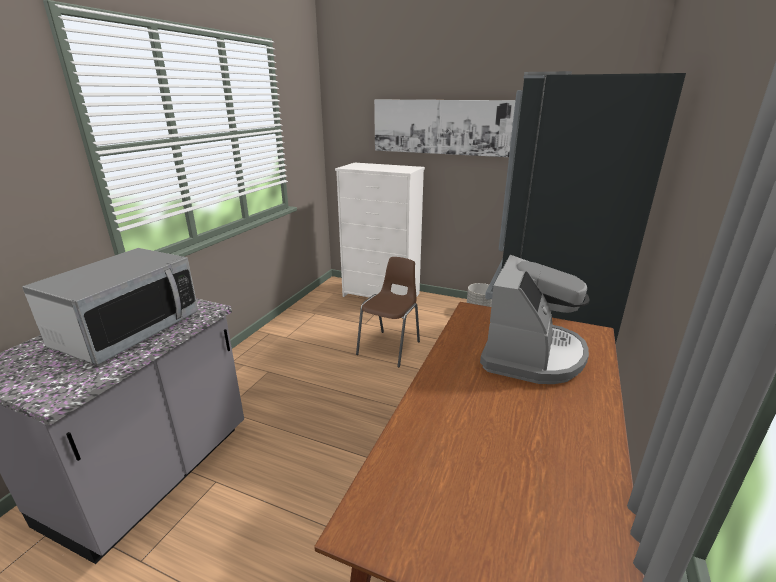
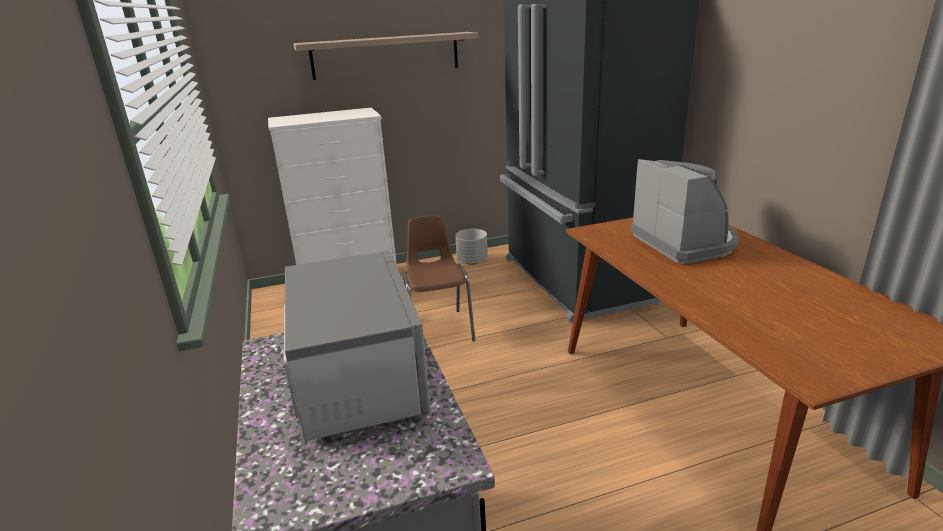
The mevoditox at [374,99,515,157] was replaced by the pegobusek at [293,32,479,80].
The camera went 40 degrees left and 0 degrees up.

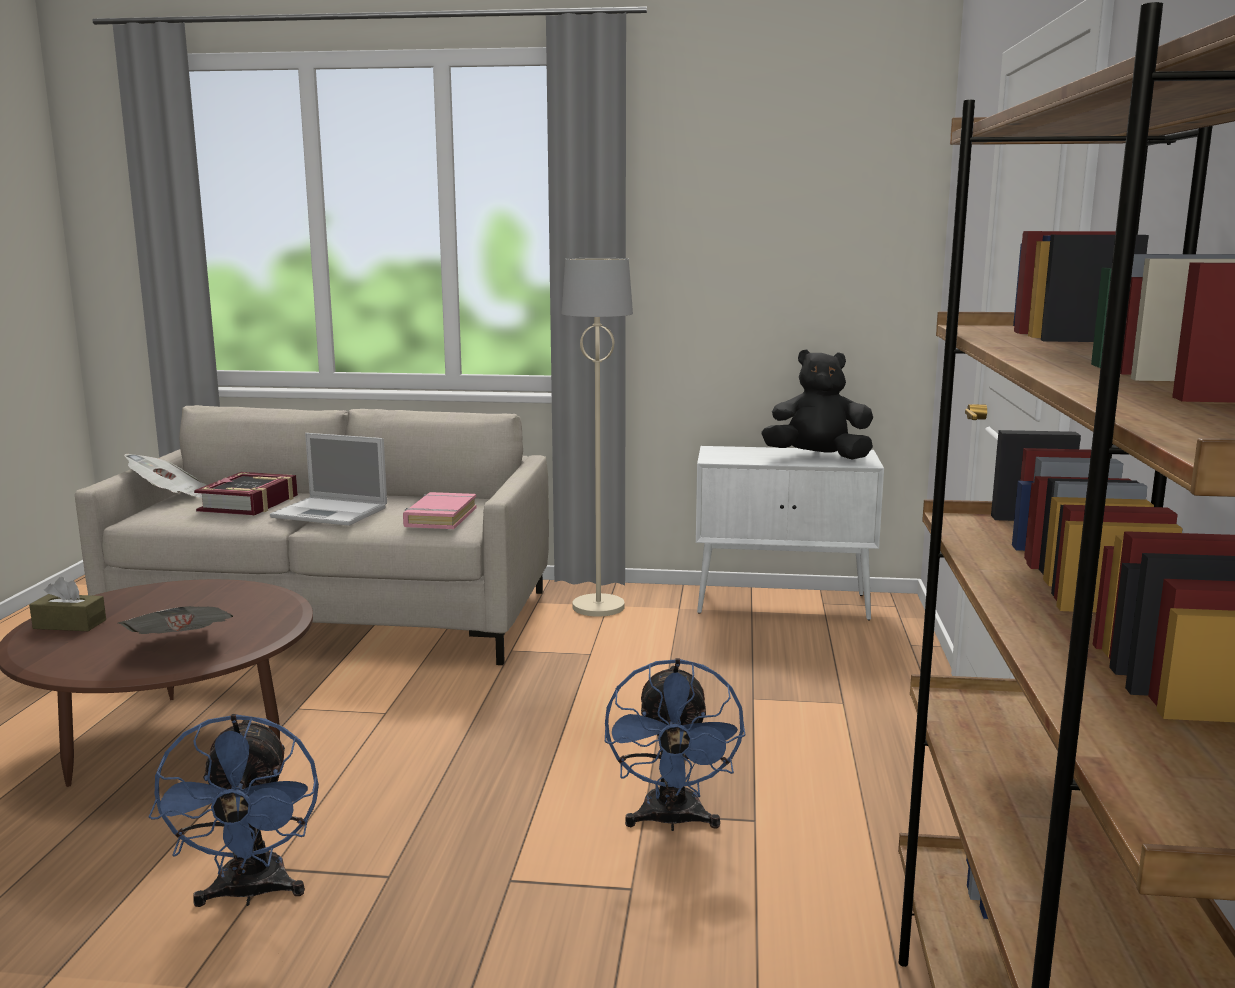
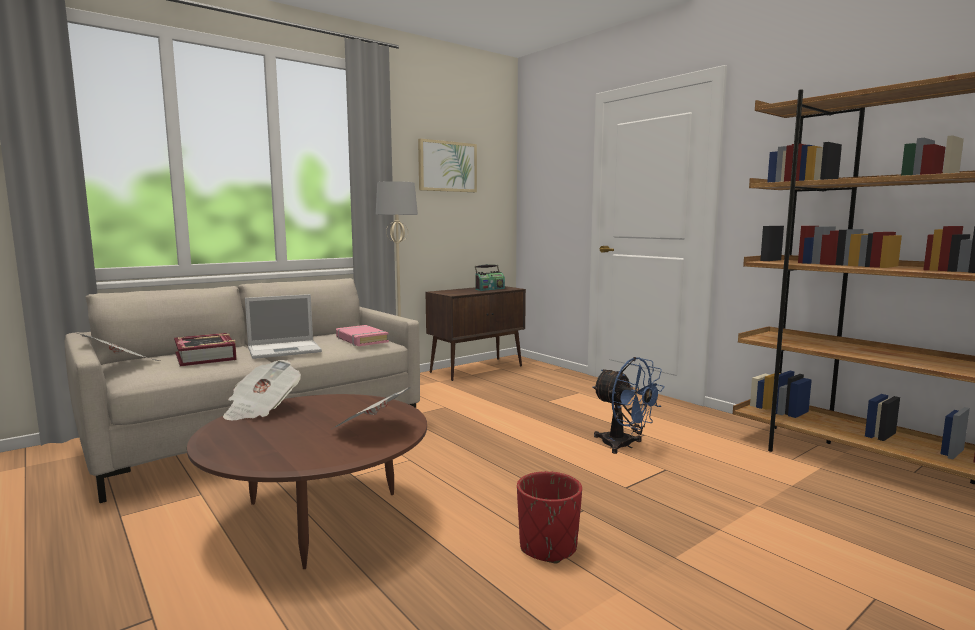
The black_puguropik at [761,349,873,459] was replaced by the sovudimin at [475,264,505,291].
The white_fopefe at [696,446,884,620] became the brown_fopefe at [425,286,526,381].
The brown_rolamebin at [29,577,106,631] disappeared.
The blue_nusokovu at [149,714,319,907] was replaced by the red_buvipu at [517,471,582,563].
The mevoditox at [418,138,477,192] appeared.
The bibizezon at [223,360,301,420] appeared.
The camera went 45 degrees left and 5 degrees down.

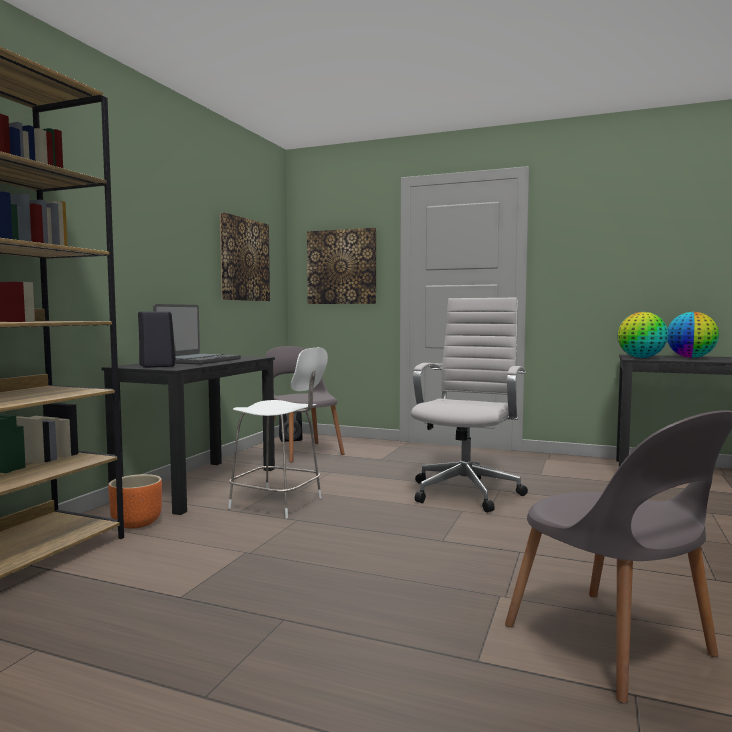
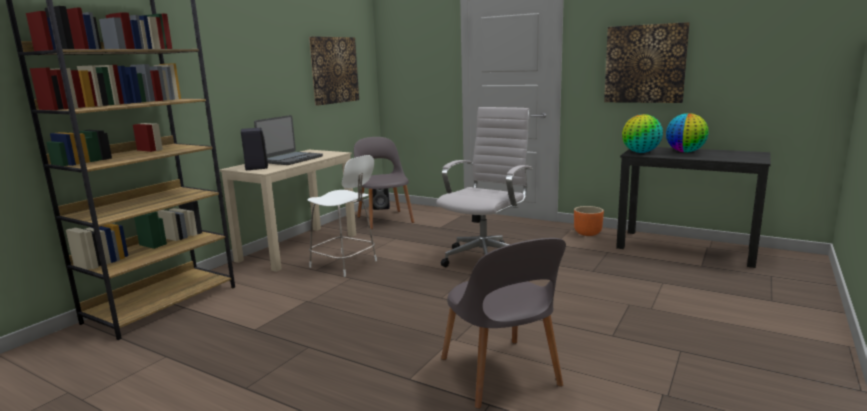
The mevoditox moved from [307,228,376,304] to [604,22,690,103].
The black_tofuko at [102,356,275,515] became the beige_tofuko at [220,150,356,272].
The orange_buvipu moved from [108,474,162,529] to [574,206,604,236].
The camera went 10 degrees right and 10 degrees up.

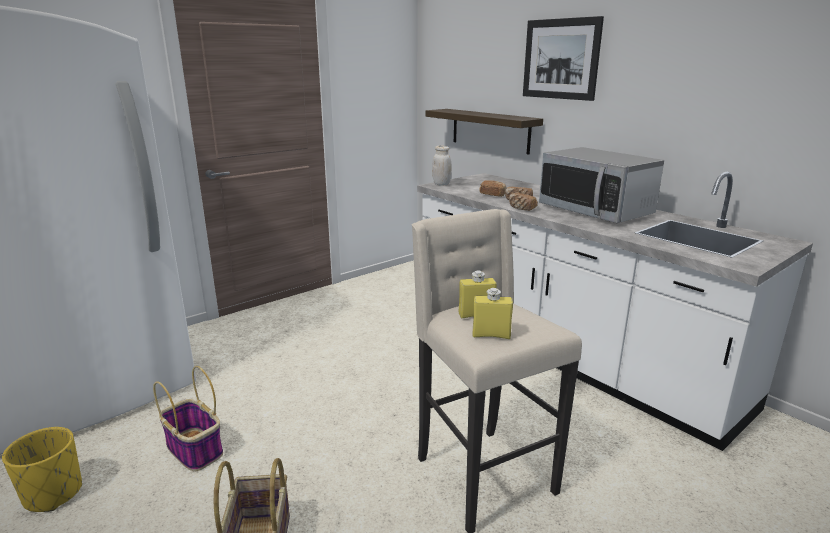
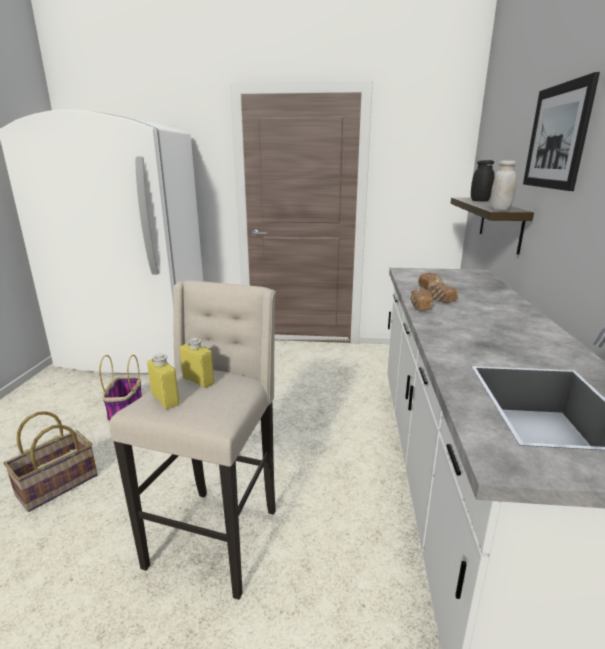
The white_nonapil moved from [432,146,452,185] to [490,160,517,210].
The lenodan at [539,147,664,223] disappeared.
The yellow_buvipu at [2,427,82,512] disappeared.
The black_nonapil at [471,160,495,201] appeared.
The camera went 45 degrees right and 0 degrees up.

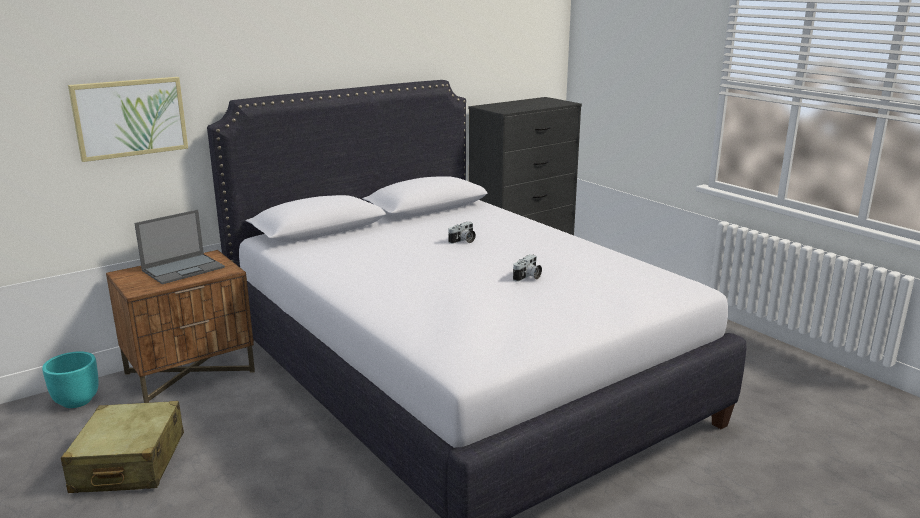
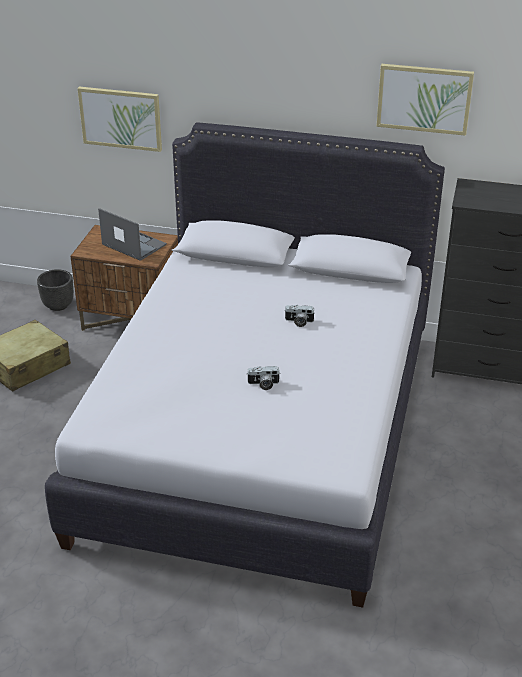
The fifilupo at [134,210,225,284] turned 150 degrees counterclockwise.
The turquoise_buvipu at [42,351,98,408] became the black_buvipu at [37,269,74,311].
The mevoditox at [376,64,474,136] appeared.
The camera went 50 degrees right and 15 degrees up.

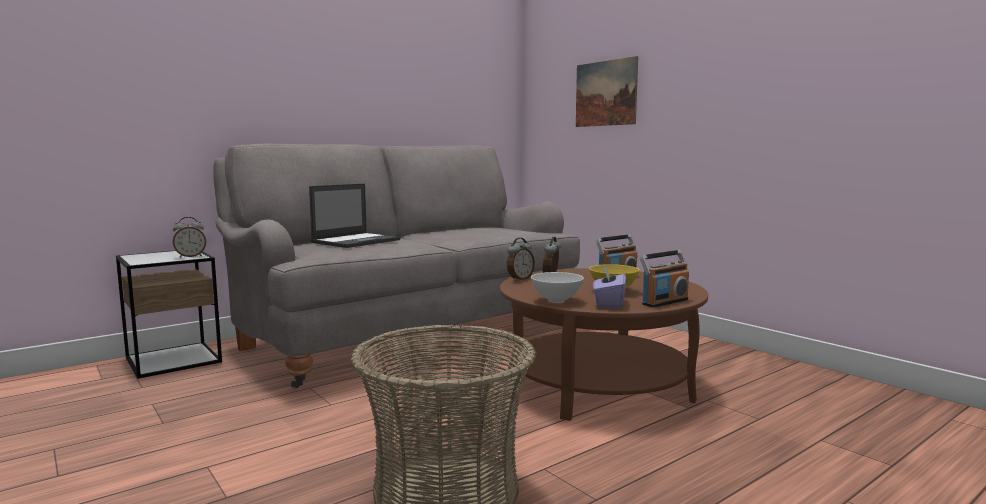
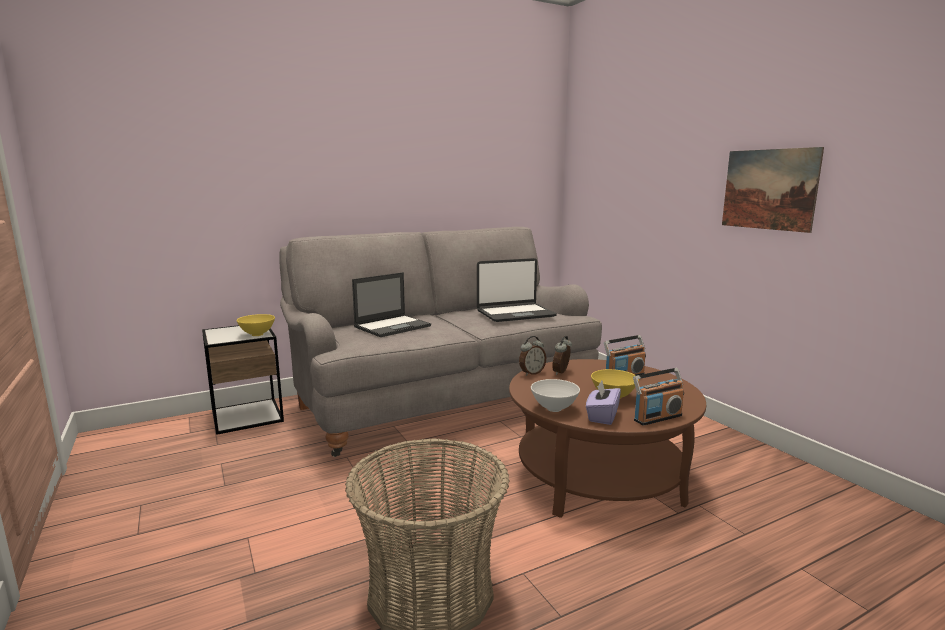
The mevoditox moved from [576,56,638,127] to [722,147,824,233].
The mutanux at [173,217,206,258] was replaced by the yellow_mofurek at [236,314,275,336].
The fifilupo at [477,258,557,322] appeared.
The camera went 10 degrees right and 5 degrees up.

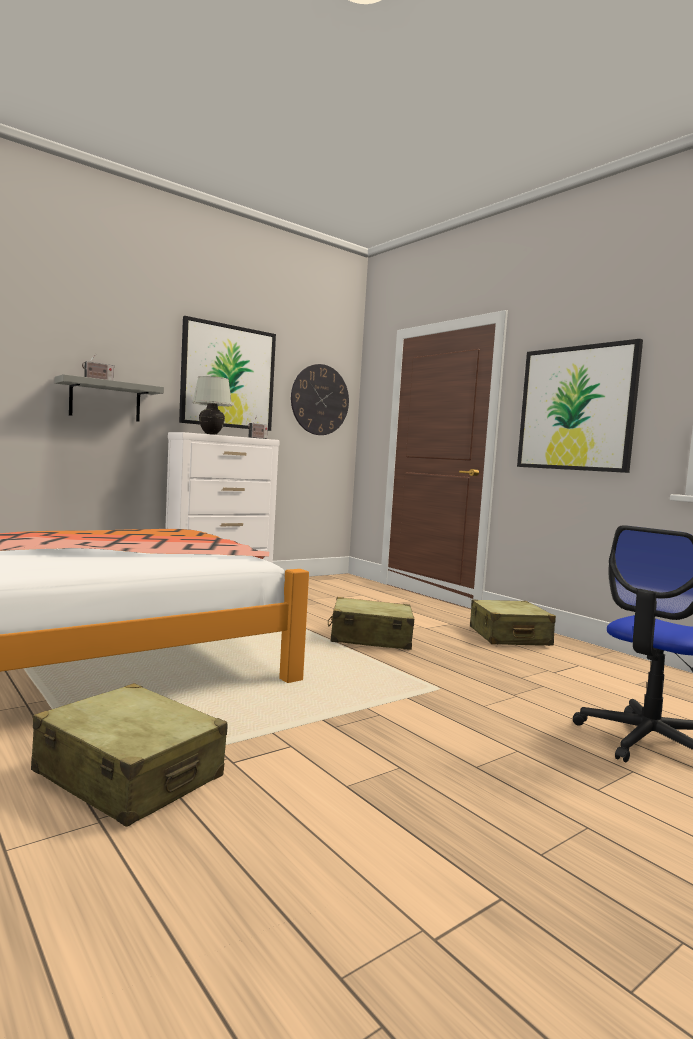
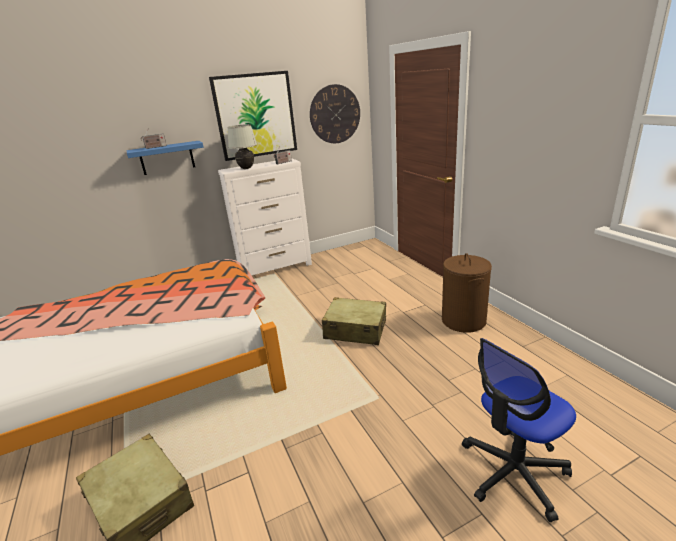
The mevoditox at [517,339,643,473] disappeared.
The grey_pegobusek at [55,374,164,422] became the blue_pegobusek at [127,141,204,175].
The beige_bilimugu at [470,599,556,646] was replaced by the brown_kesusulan at [442,253,492,333].
The camera went 15 degrees right and 20 degrees up.

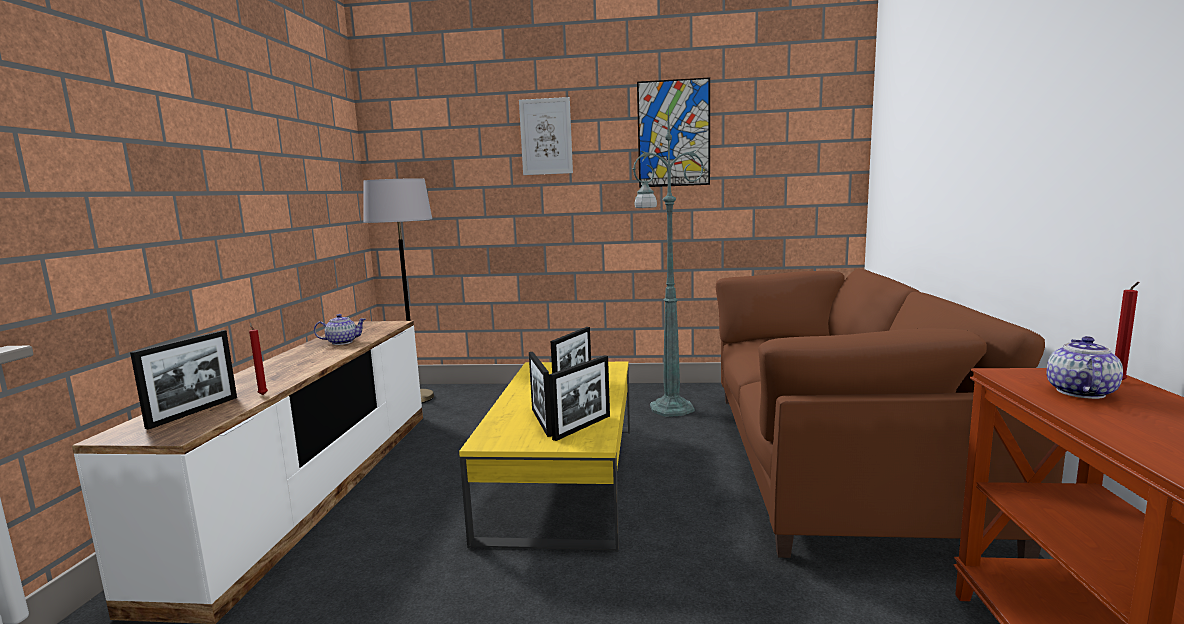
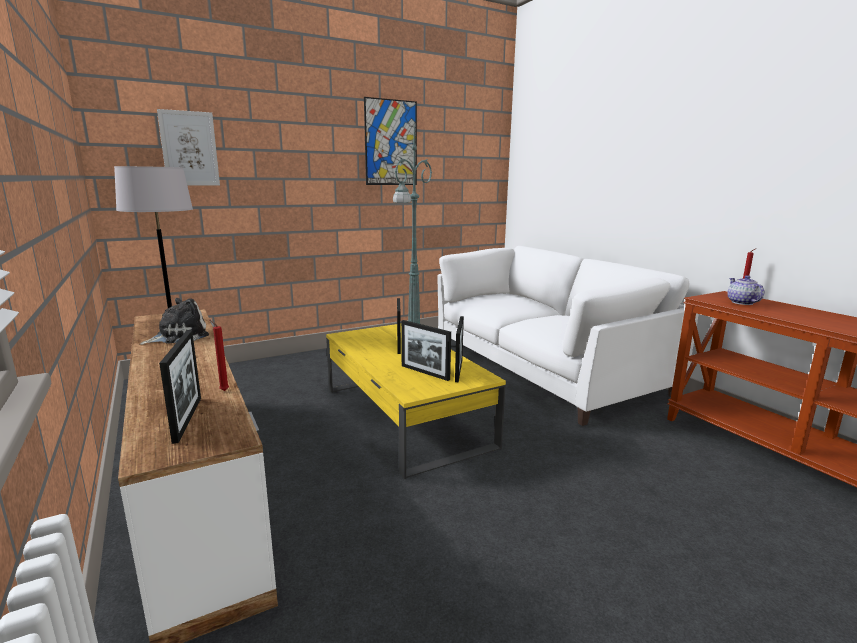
The mevoditox moved from [519,97,573,175] to [157,109,220,186].
The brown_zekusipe at [716,269,1065,559] became the white_zekusipe at [437,246,699,426].
The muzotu at [314,314,366,345] was replaced by the puguropik at [140,298,209,345].
The camera went 35 degrees left and 5 degrees up.

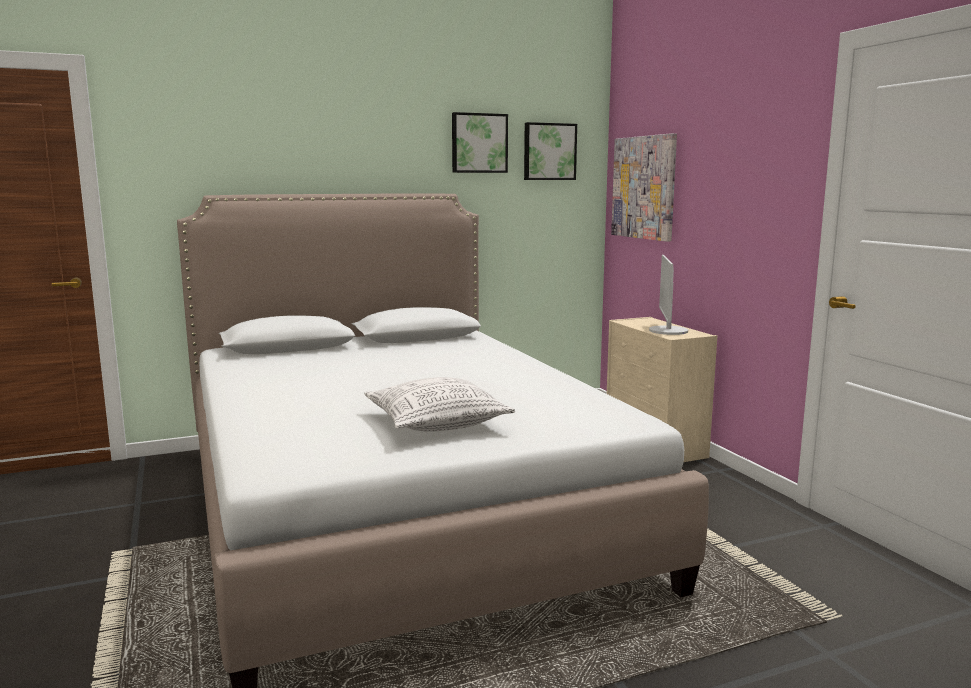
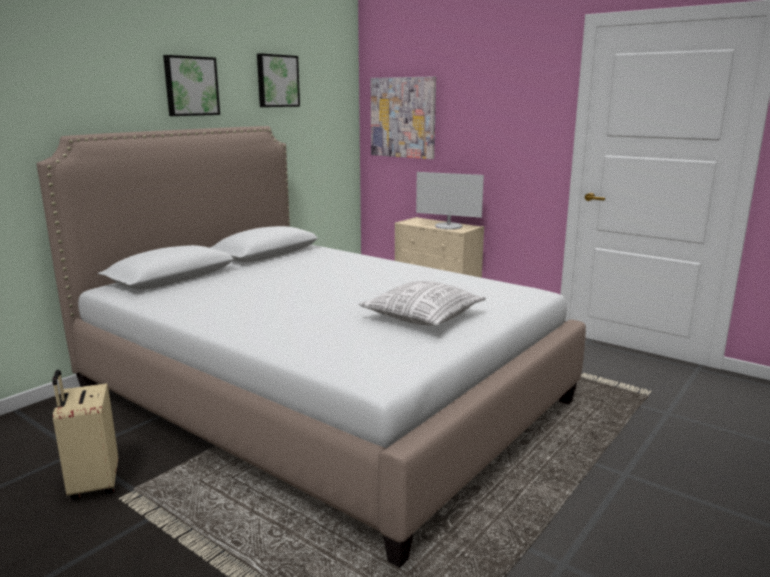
The mevoditox moved from [524,122,577,180] to [163,55,220,116].
The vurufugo at [649,255,688,335] turned 45 degrees counterclockwise.
The beige_bilimugu at [52,370,118,501] appeared.
The camera went 30 degrees left and 5 degrees up.

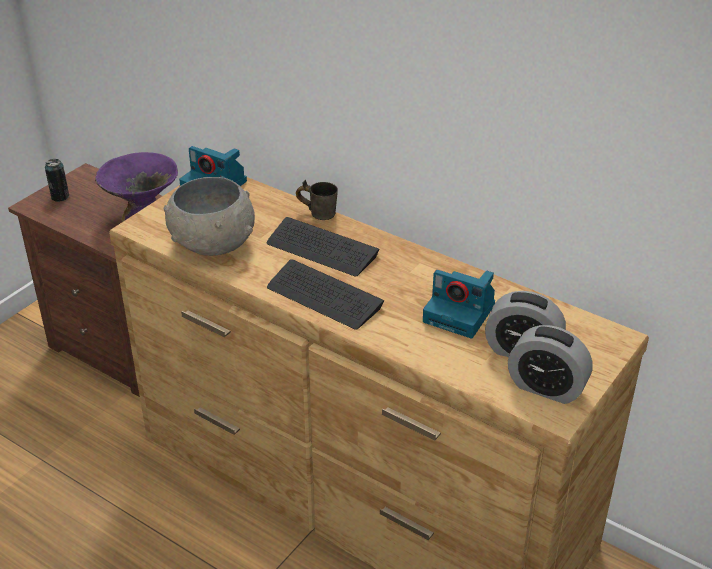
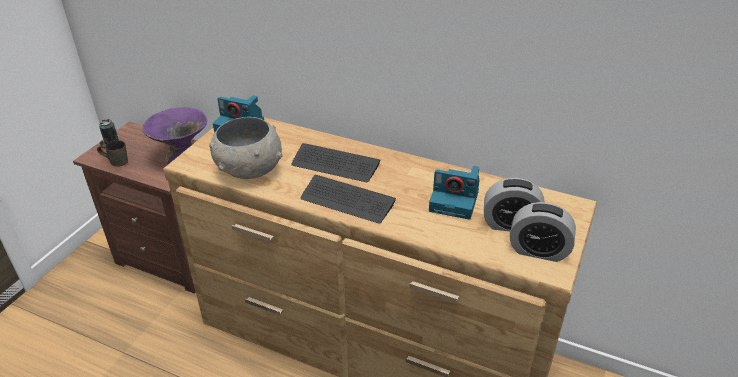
The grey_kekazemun moved from [296,180,338,220] to [97,140,128,167].
The camera went 10 degrees left and 0 degrees up.

